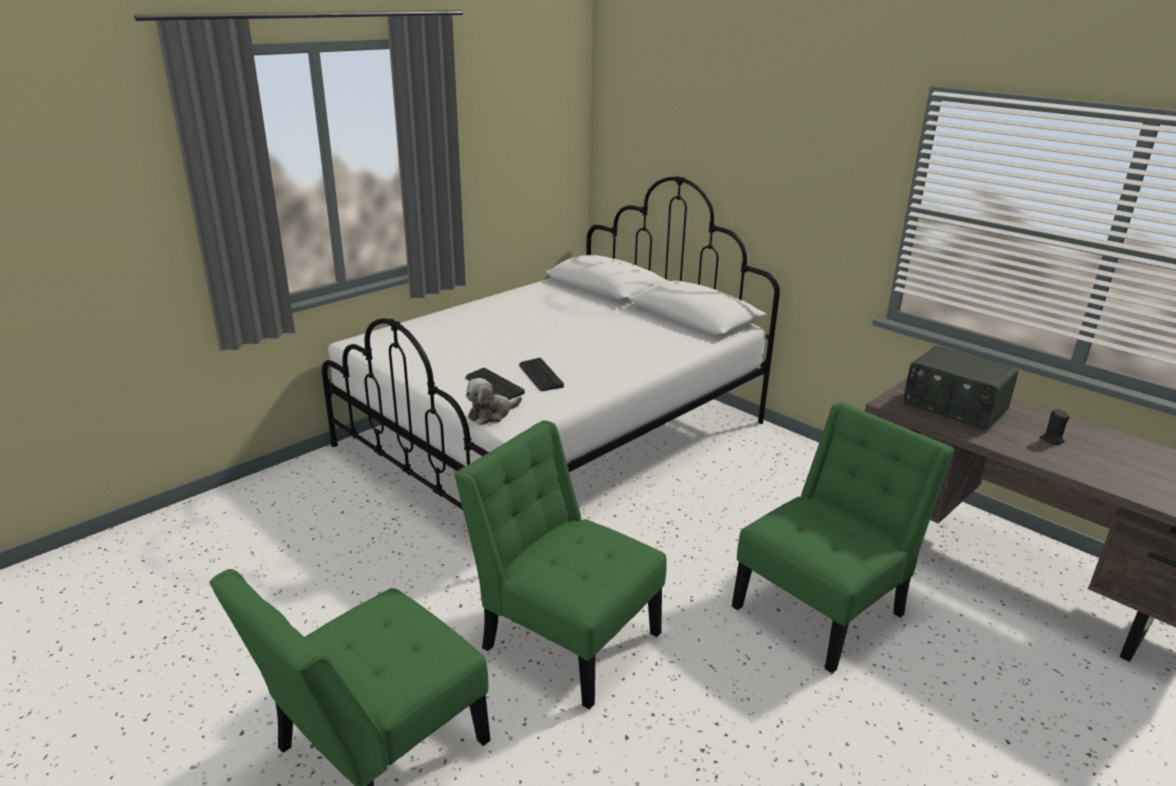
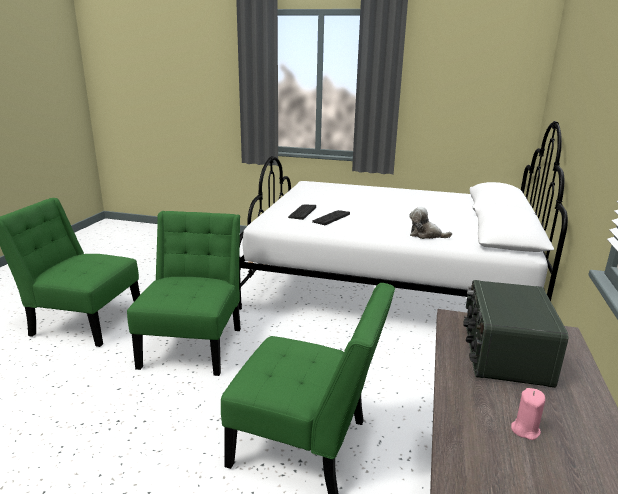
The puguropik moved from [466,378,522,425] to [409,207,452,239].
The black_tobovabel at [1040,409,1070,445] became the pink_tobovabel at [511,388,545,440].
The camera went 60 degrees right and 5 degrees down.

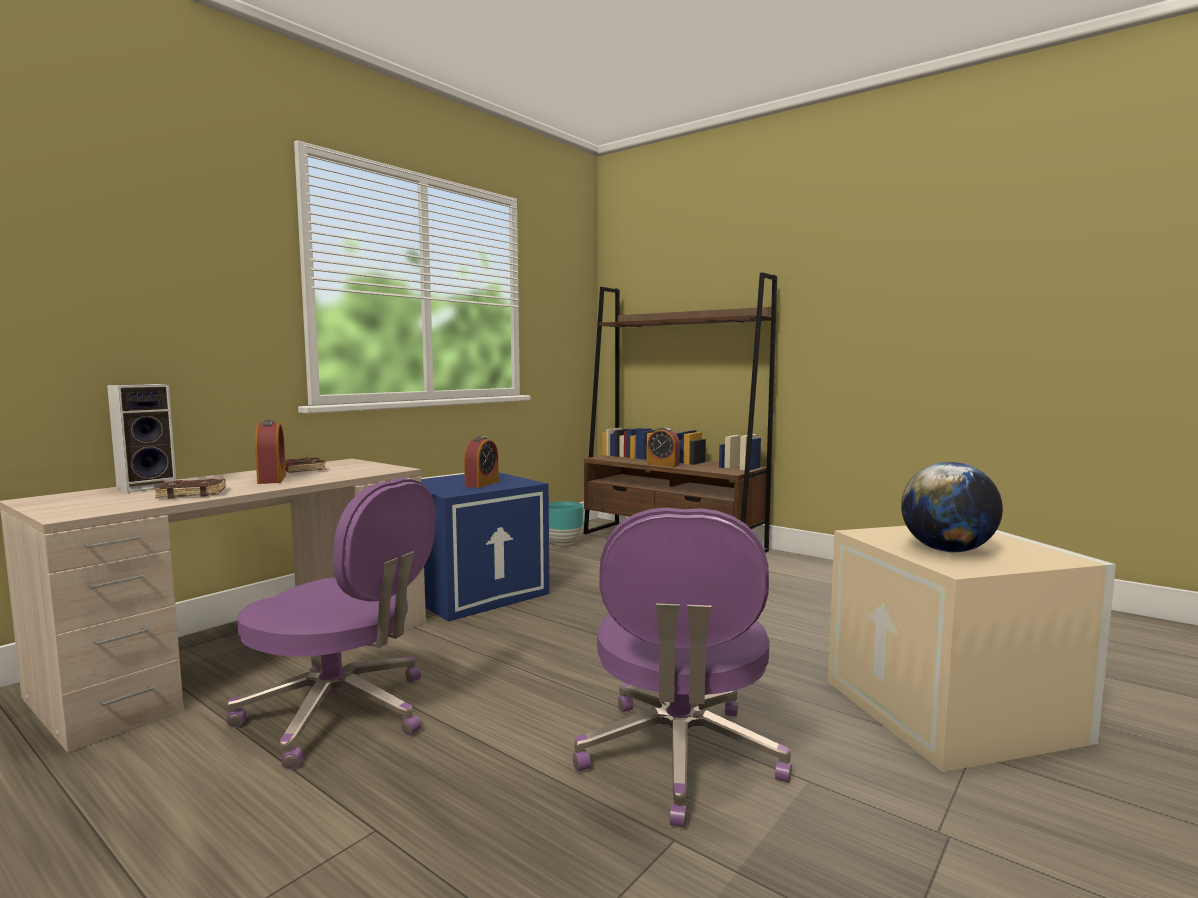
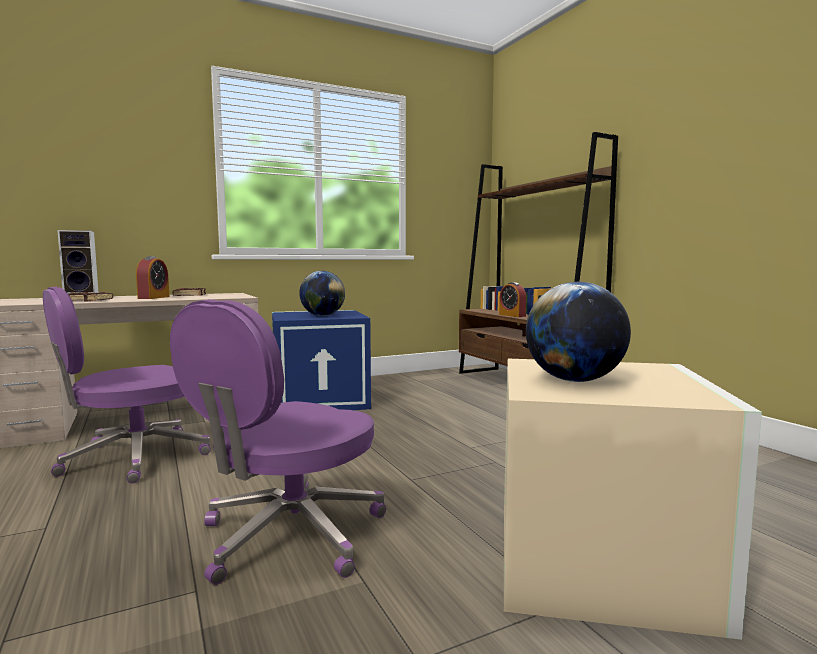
The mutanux at [464,436,499,488] was replaced by the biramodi at [299,271,345,316].
The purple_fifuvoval at [226,478,436,770] turned 90 degrees clockwise.
The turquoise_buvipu at [549,501,583,545] disappeared.
The camera went 25 degrees right and 0 degrees up.

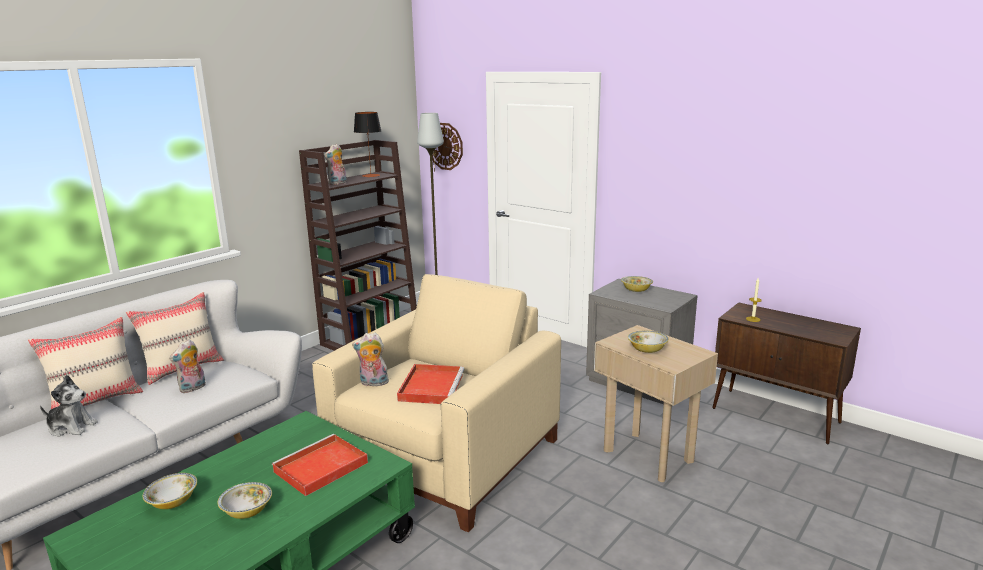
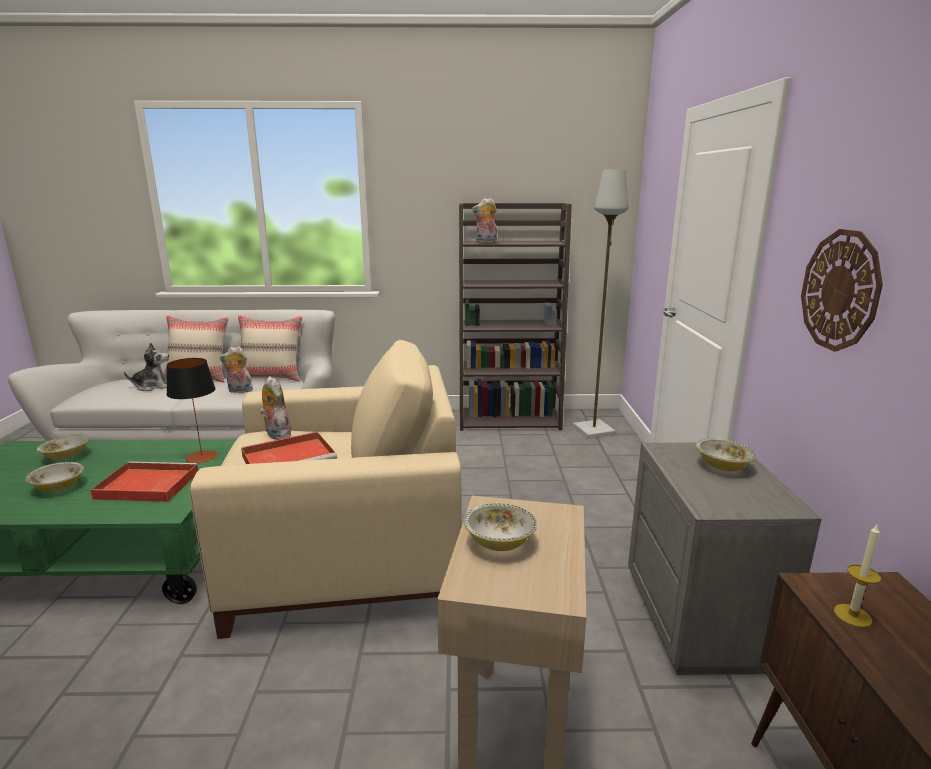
The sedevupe moved from [354,112,381,177] to [166,358,218,463].
The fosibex moved from [432,123,463,170] to [801,229,883,352].
The puguropik at [40,375,98,437] turned 75 degrees counterclockwise.
The camera went 50 degrees right and 0 degrees up.

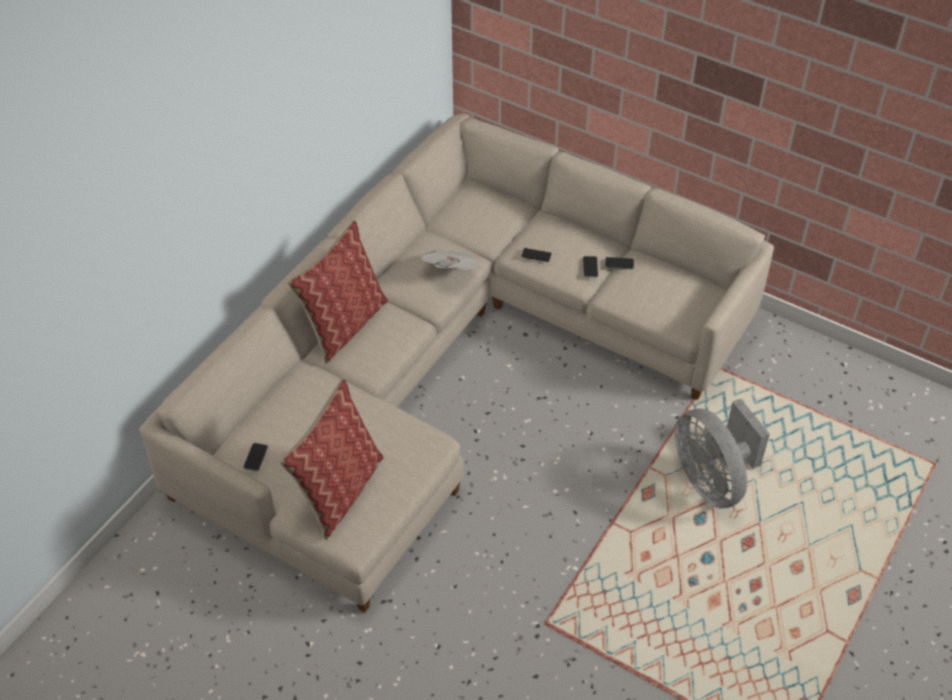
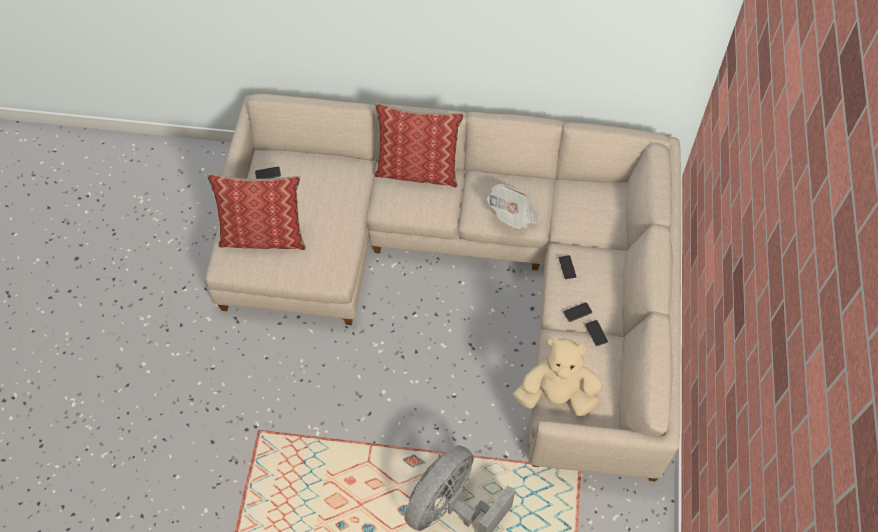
The beige_puguropik at [513,338,602,416] appeared.
The camera went 65 degrees right and 10 degrees up.

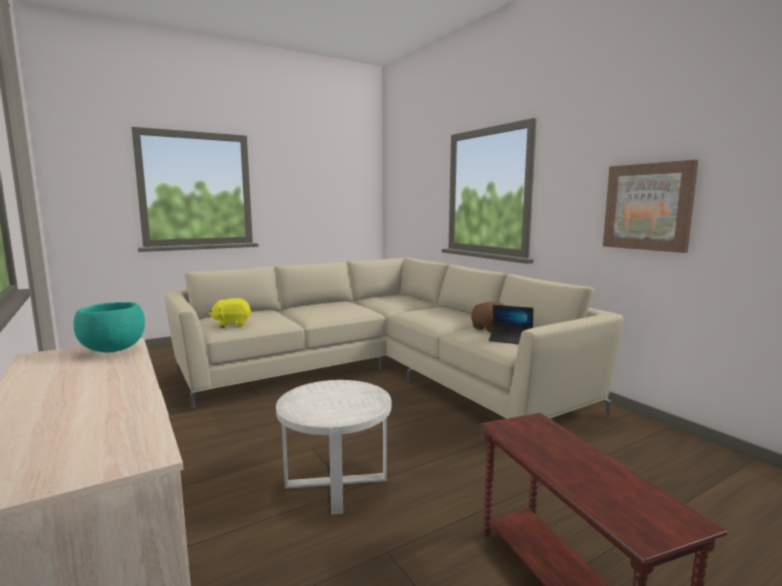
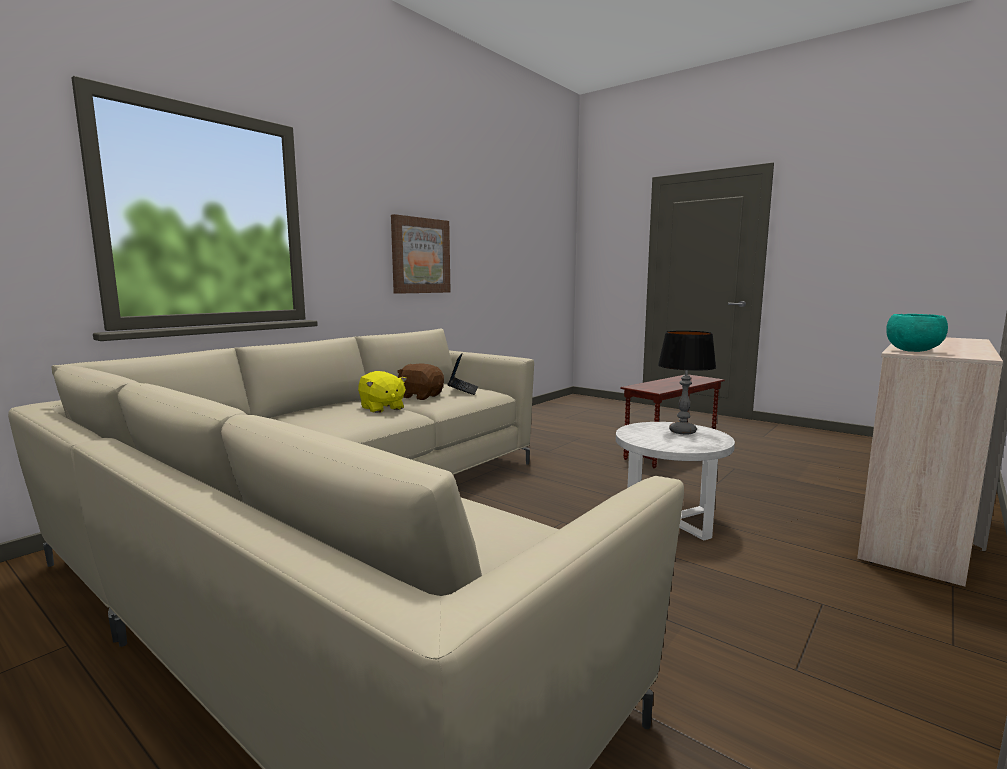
The yellow_puguropik moved from [209,298,252,328] to [358,371,407,413].
The sedevupe at [658,331,716,435] appeared.
The camera went 110 degrees left and 0 degrees up.

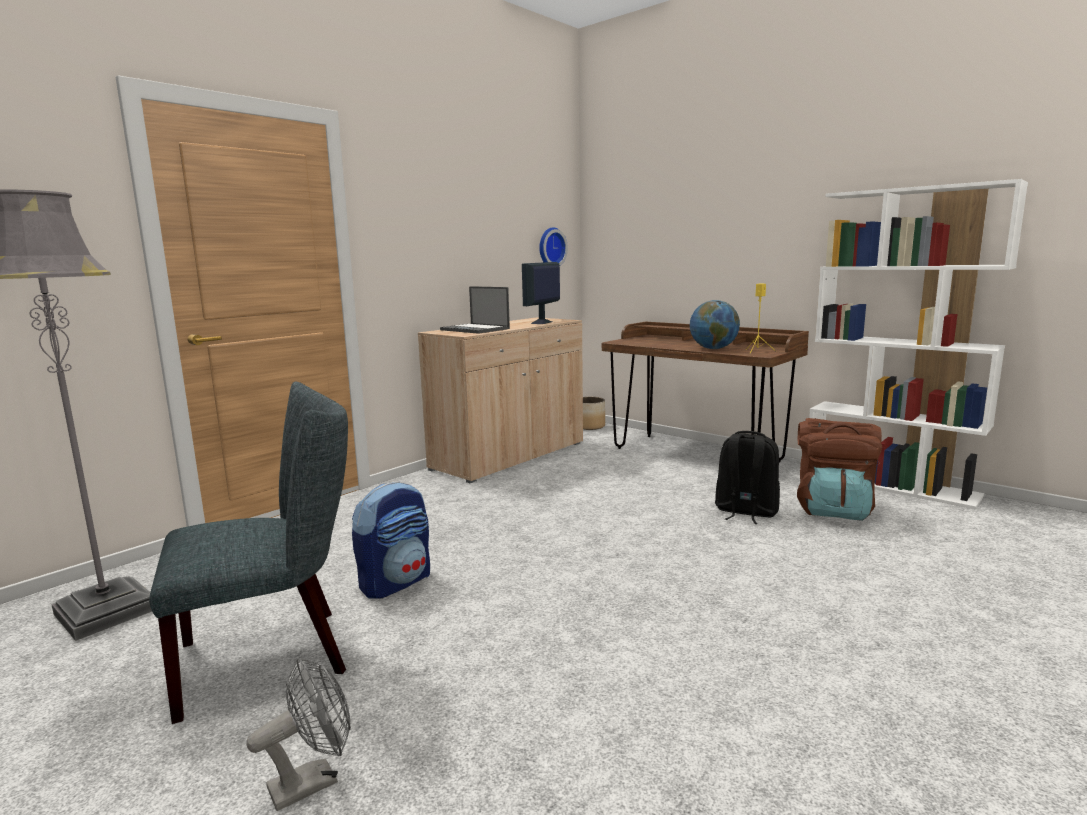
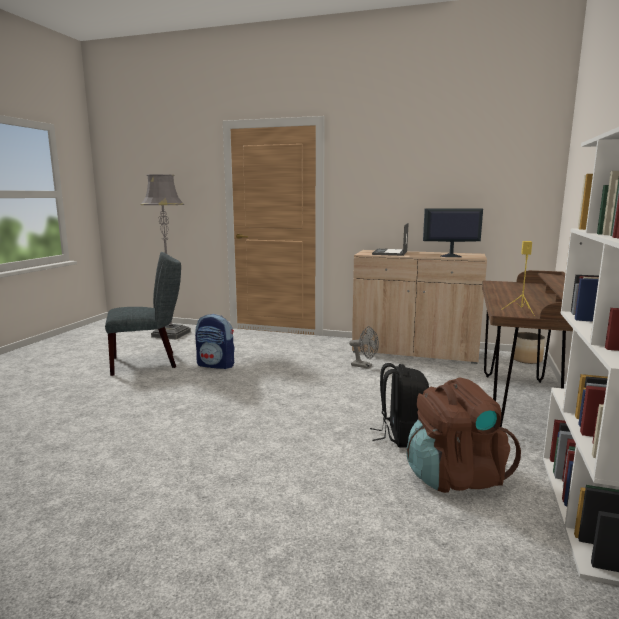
The fosibex at [539,227,568,266] disappeared.
The biramodi at [690,300,740,349] disappeared.
The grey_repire at [149,382,348,724] turned 60 degrees counterclockwise.
The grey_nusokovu moved from [246,658,351,811] to [349,326,379,369].
The camera went 65 degrees right and 0 degrees up.

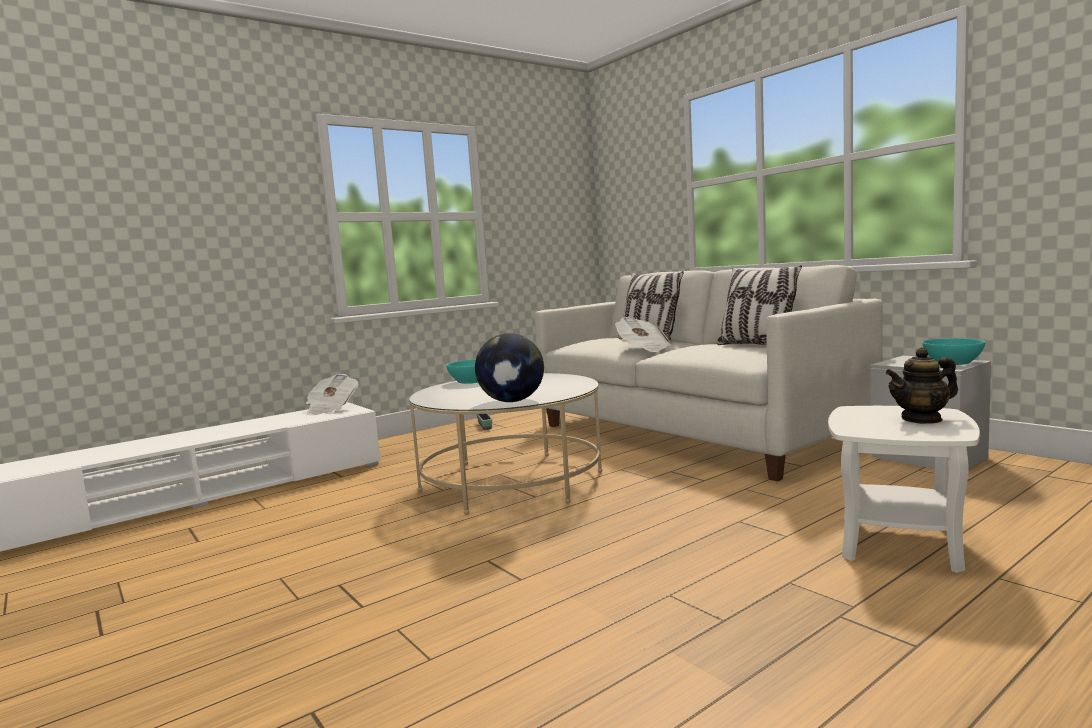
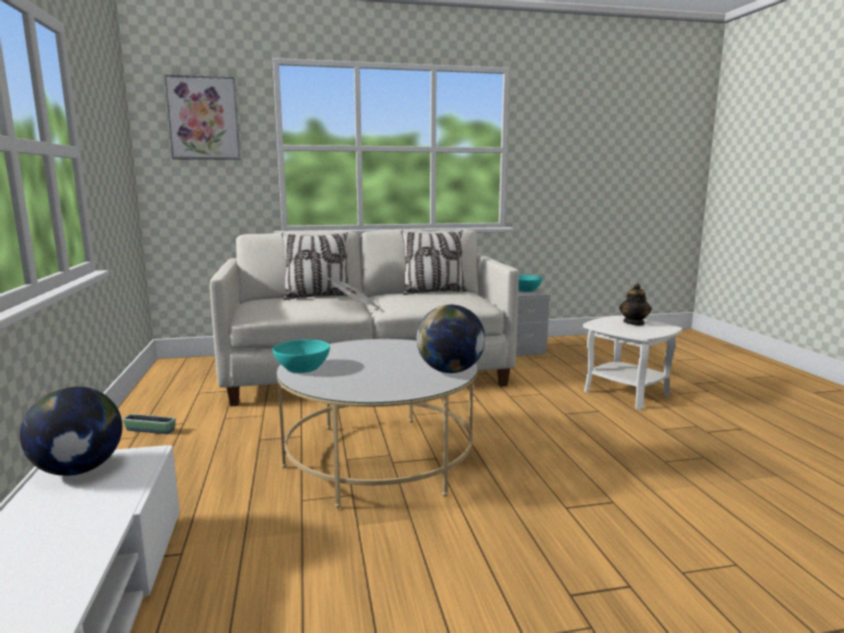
The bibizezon at [305,374,359,415] was replaced by the biramodi at [20,386,122,476].
The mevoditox at [164,74,241,160] appeared.
The camera went 65 degrees left and 5 degrees up.

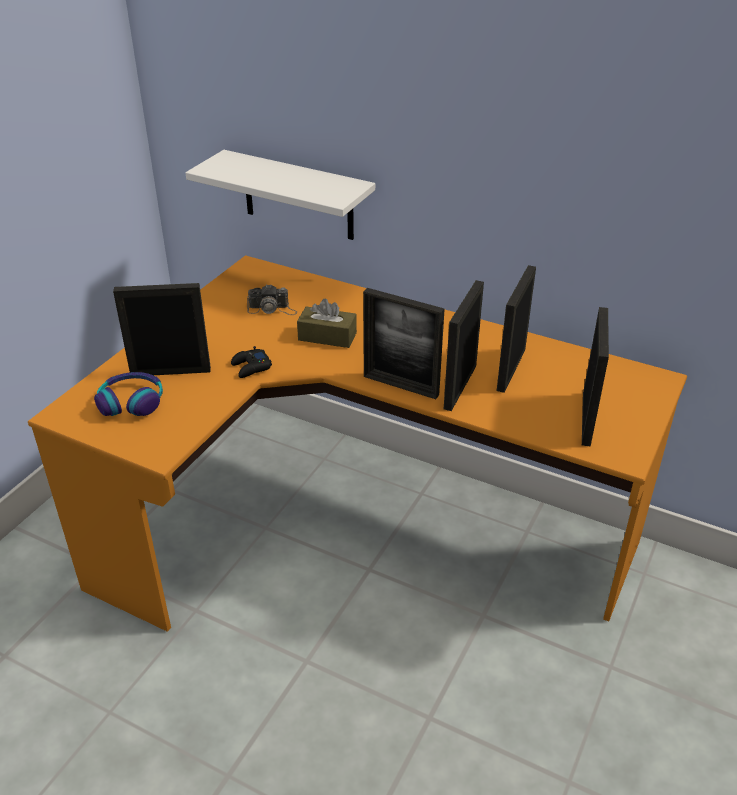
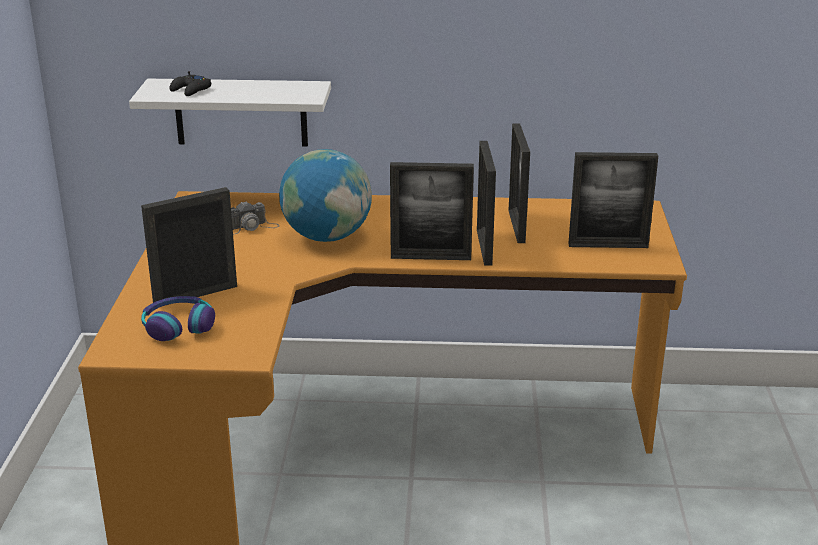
The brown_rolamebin at [297,298,357,348] was replaced by the biramodi at [279,149,372,242].
The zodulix at [582,307,609,447] turned 105 degrees clockwise.
The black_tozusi moved from [231,346,272,378] to [169,71,212,96].
The camera went 25 degrees left and 10 degrees down.

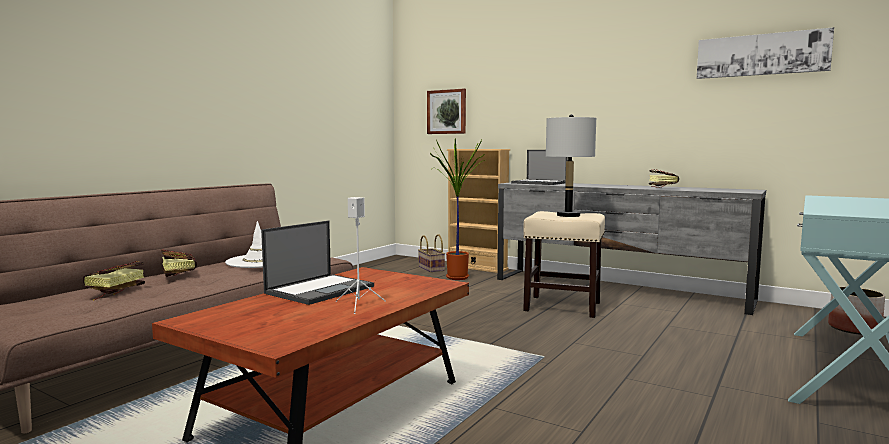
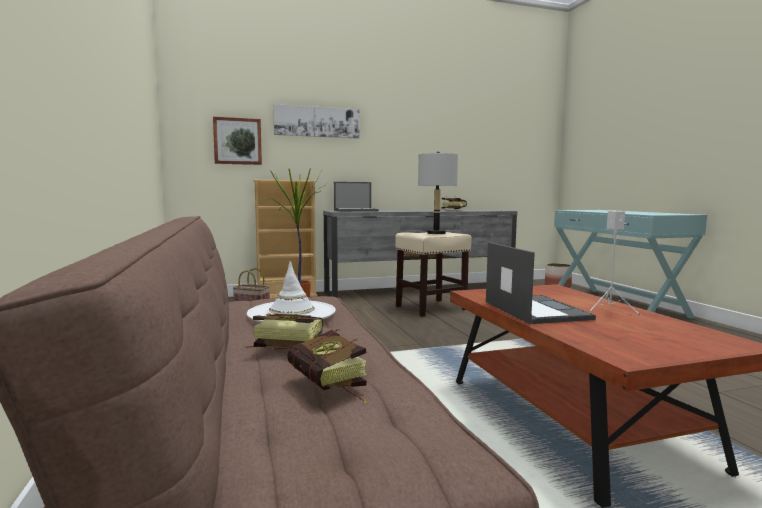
The mevoditox moved from [697,27,834,79] to [273,104,360,139].
The camera went 50 degrees left and 0 degrees up.

